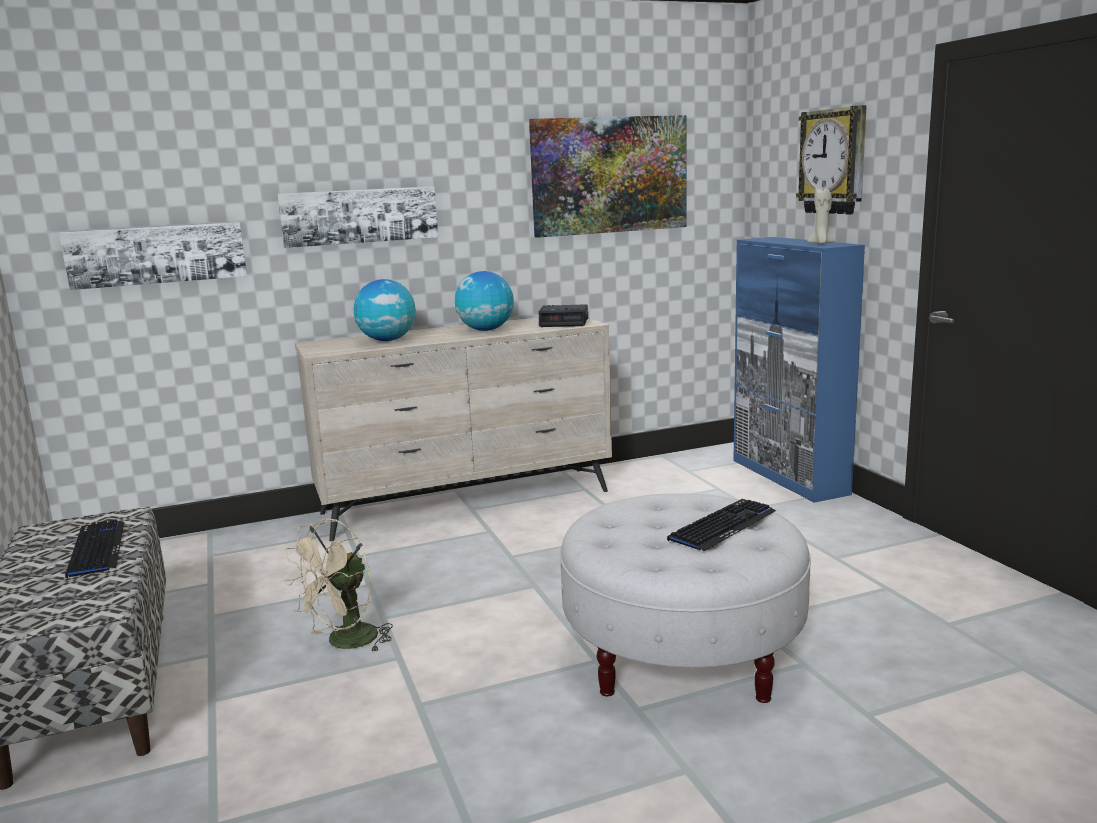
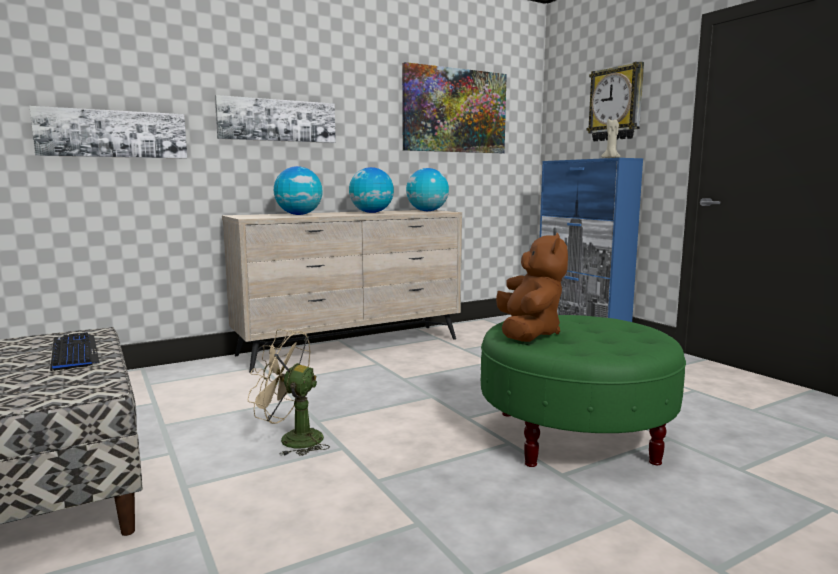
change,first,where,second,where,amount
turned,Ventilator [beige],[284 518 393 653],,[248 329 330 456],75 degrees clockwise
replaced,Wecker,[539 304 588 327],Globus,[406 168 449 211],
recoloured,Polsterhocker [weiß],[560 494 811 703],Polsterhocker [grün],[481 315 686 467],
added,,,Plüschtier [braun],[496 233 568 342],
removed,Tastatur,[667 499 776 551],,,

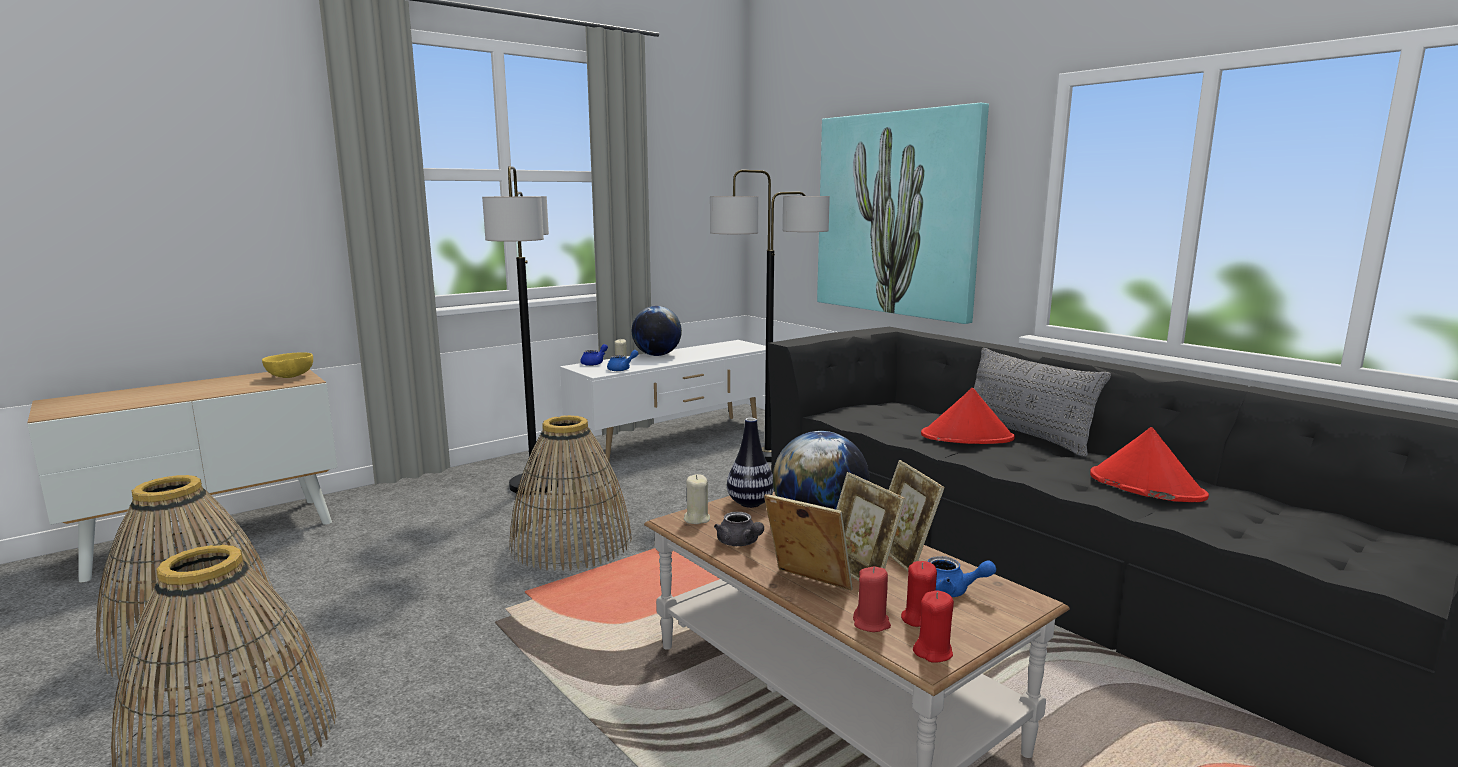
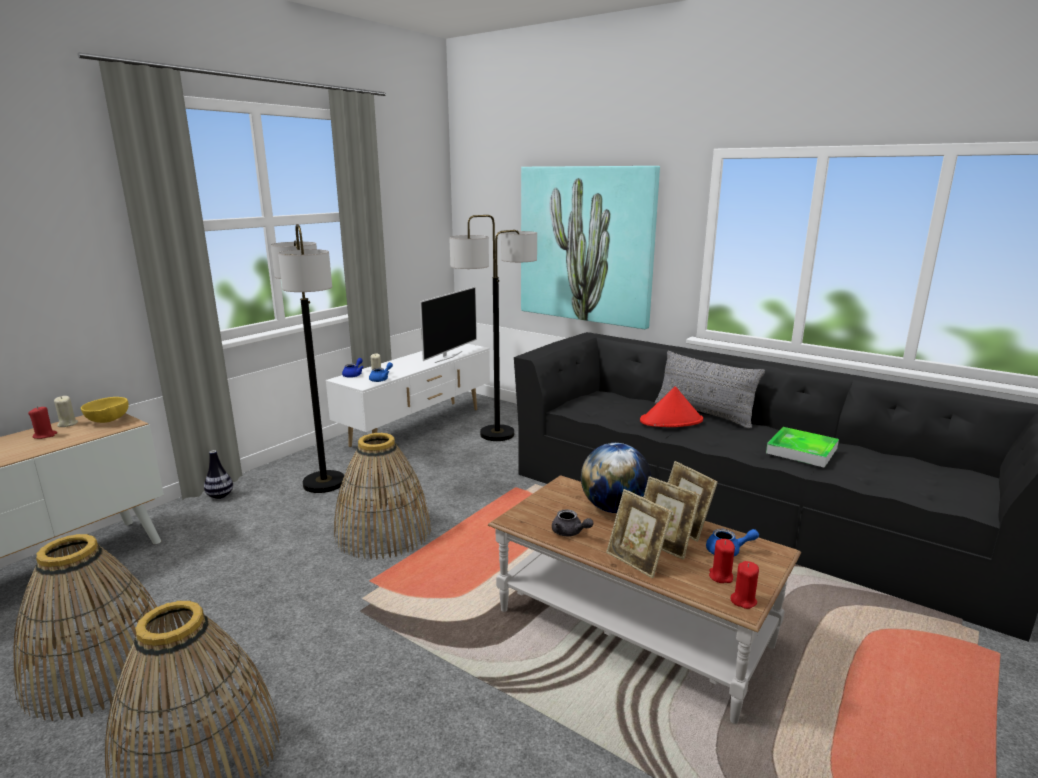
change,first,where,second,where,amount
moved,Kerze [rot],[853 567 891 632],,[28 406 57 439],
moved,Kerze [beige],[684 474 710 524],,[54 396 78 427],
moved,Vase,[727 418 774 508],,[204 450 233 499],
added,,,Fernseher,[420 287 477 363],
turned,Bilderrahmen,[764 494 853 590],,[606 489 672 578],150 degrees counterclockwise
replaced,Hut [rot],[1090 427 1209 502],Tablett,[766 427 839 467],
removed,Globus,[632 306 682 356],,,

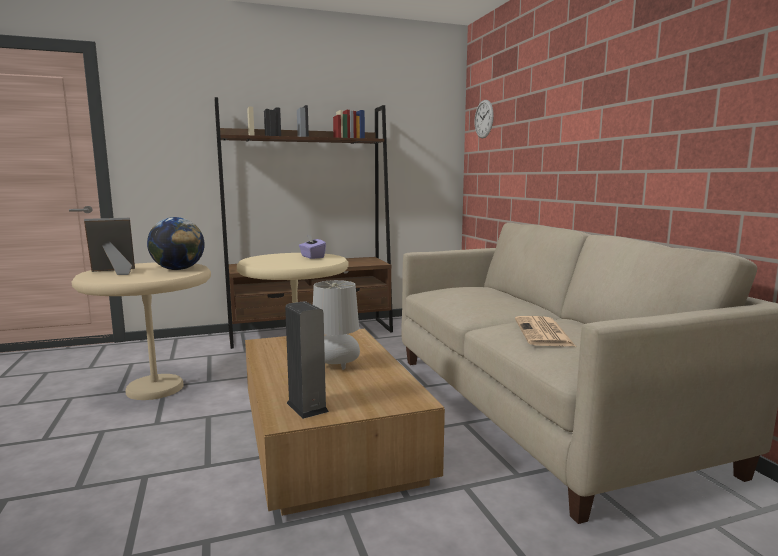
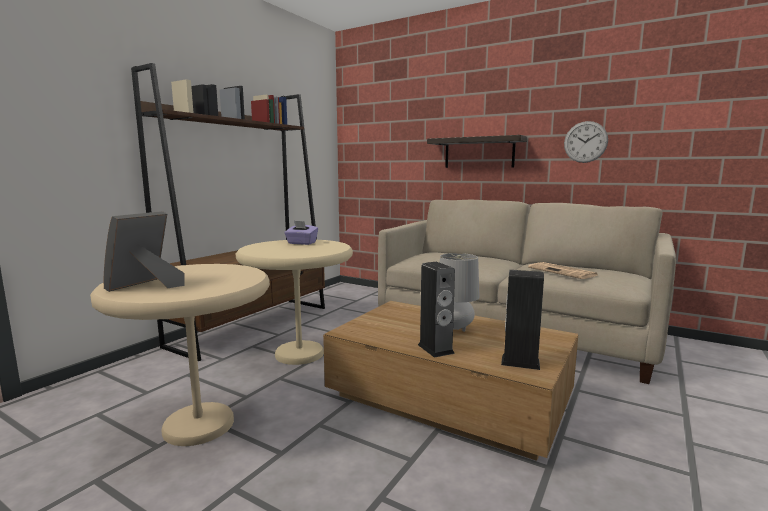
change,first,where,second,where,amount
added,,,Lautsprecher,[418 262 455 358],
added,,,Wandregal,[427 135 527 168],
moved,Wanduhr,[475 100 494 138],,[564 121 608 163],
removed,Globus,[147 217 205 270],,,

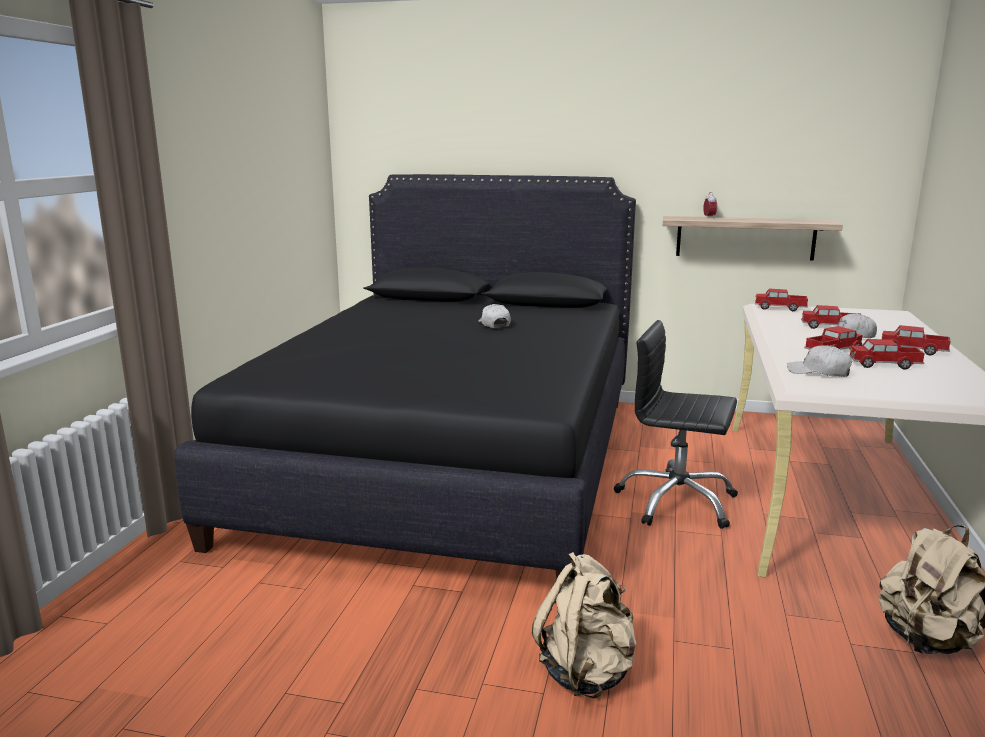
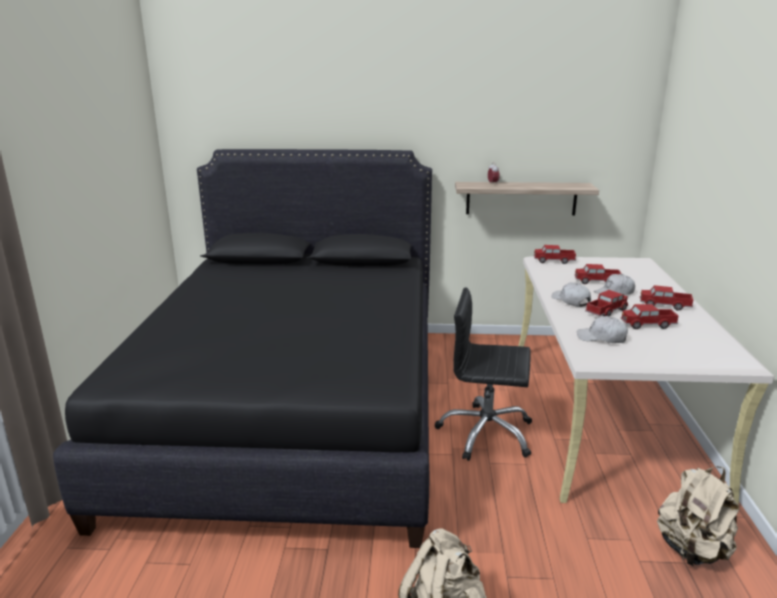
change,first,where,second,where,amount
moved,Kappe [weiß],[478 304 511 328],,[551 282 591 307],

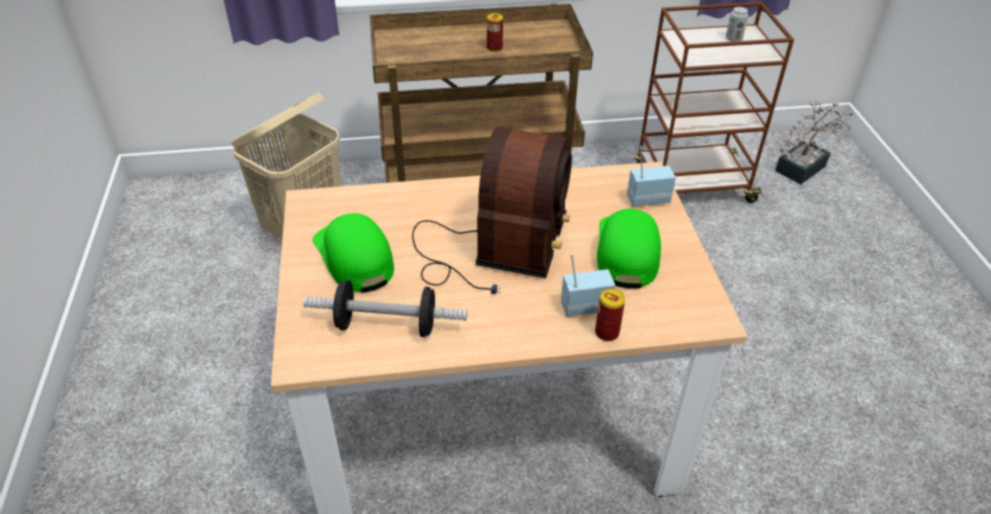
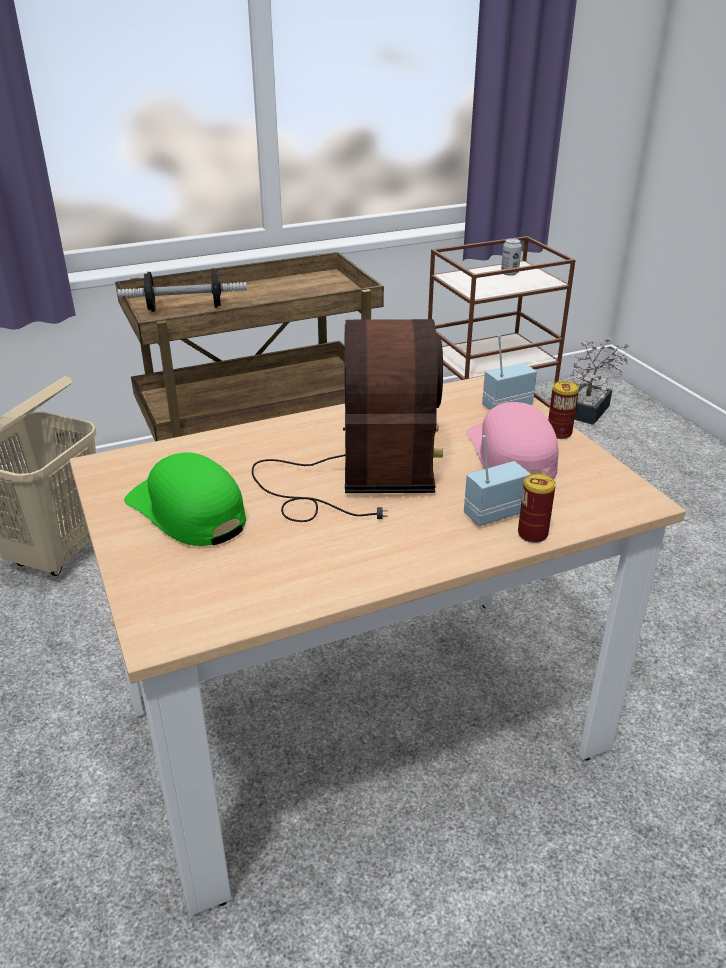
change,first,where,second,where,amount
moved,Hantel,[303 280 467 337],,[118 268 247 312],
recoloured,Kappe [grün],[597 209 661 289],Kappe [rosa],[466 402 558 479],
moved,Dose,[487 13 503 52],,[548 381 579 439],

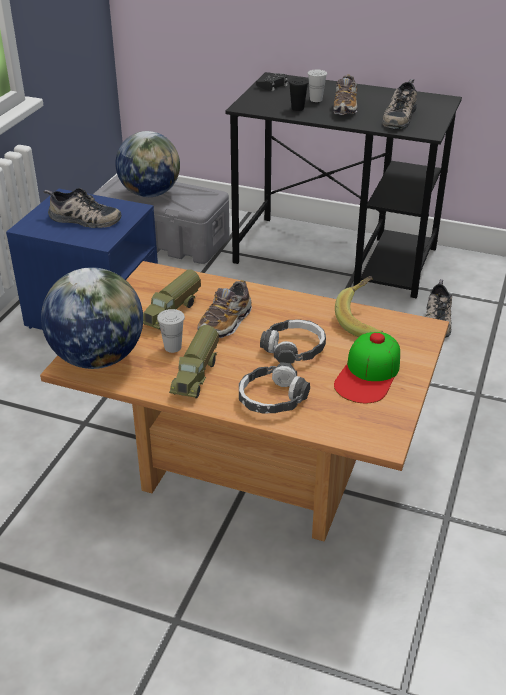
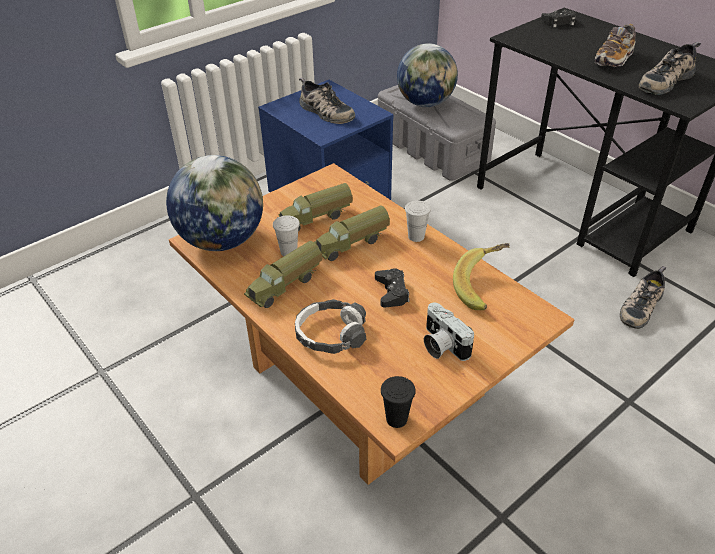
change,first,where,second,where,amount
replaced,Schuh,[197 280 252 338],Spielzeuglaster,[314 206 390 261],
replaced,Kopfhörer,[260 319 326 364],Gamepad [schwarz],[375 268 410 308],
moved,Tasse [schwarz],[289 78 309 111],,[381 376 416 428],
moved,Tasse [weiß],[307 70 327 102],,[405 200 431 242],
replaced,Kappe,[334 332 400 403],Kamera,[424 302 474 361],

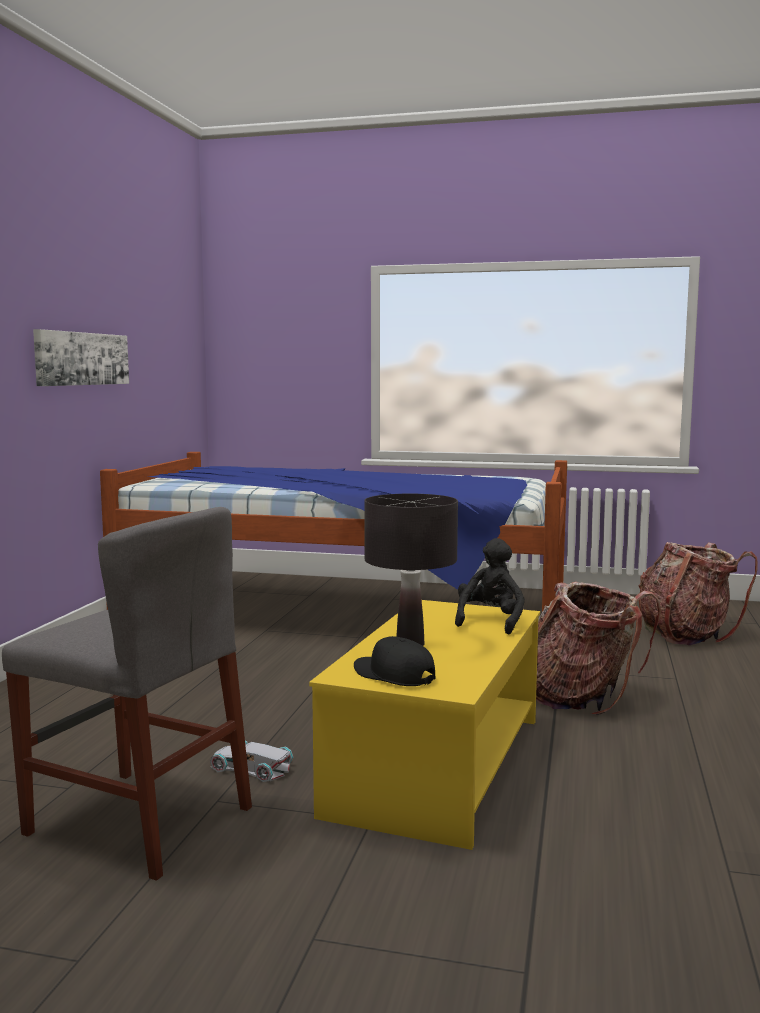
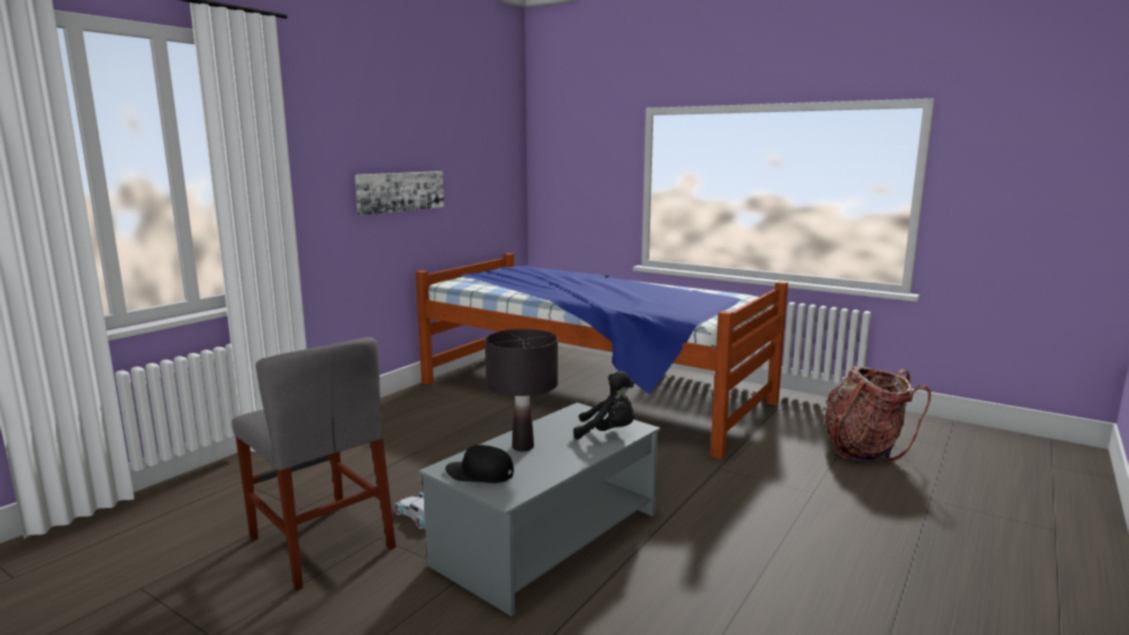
change,first,where,second,where,amount
recoloured,Couchtisch [gelb],[309 600 540 850],Couchtisch [grau],[419 403 660 616],
turned,Kappe [schwarz],[354 636 436 686],,[445 445 514 483],45 degrees counterclockwise
turned,Plüschtier [schwarz],[455 538 525 634],,[573 371 634 440],60 degrees clockwise
removed,Rucksack,[536 581 661 715],,,

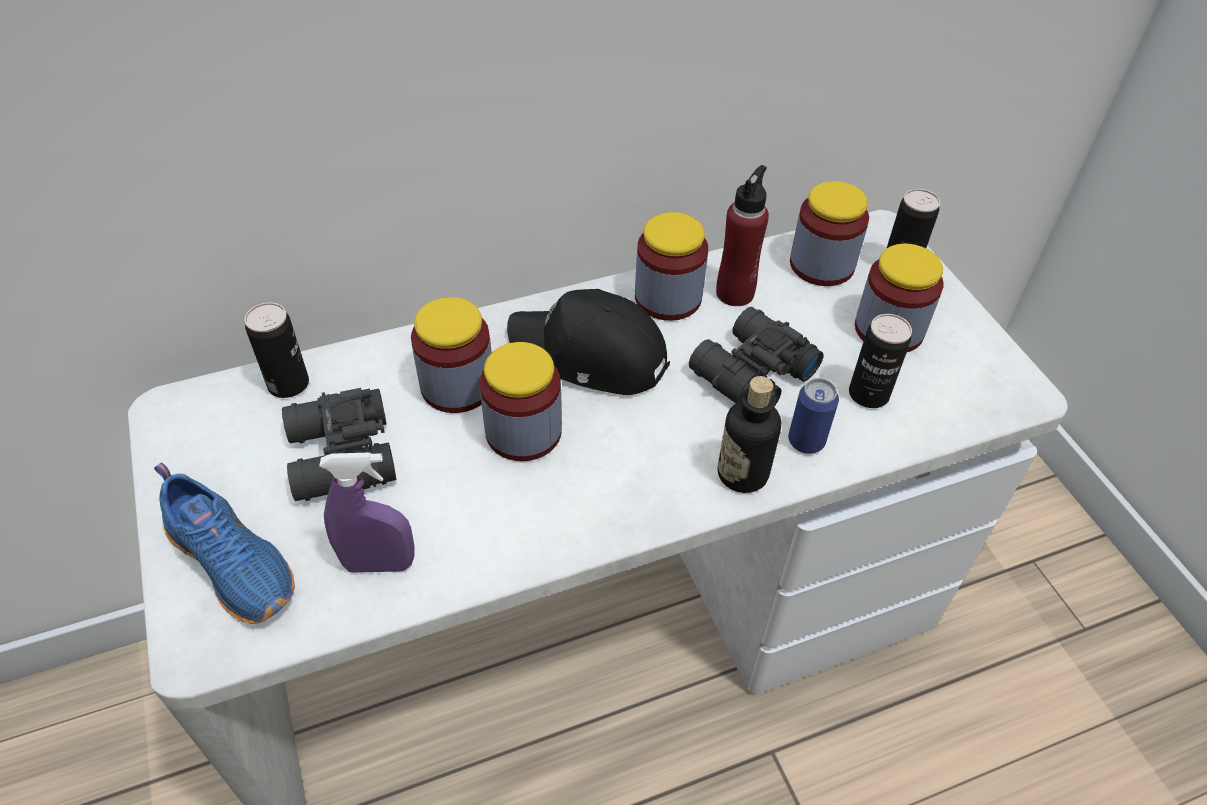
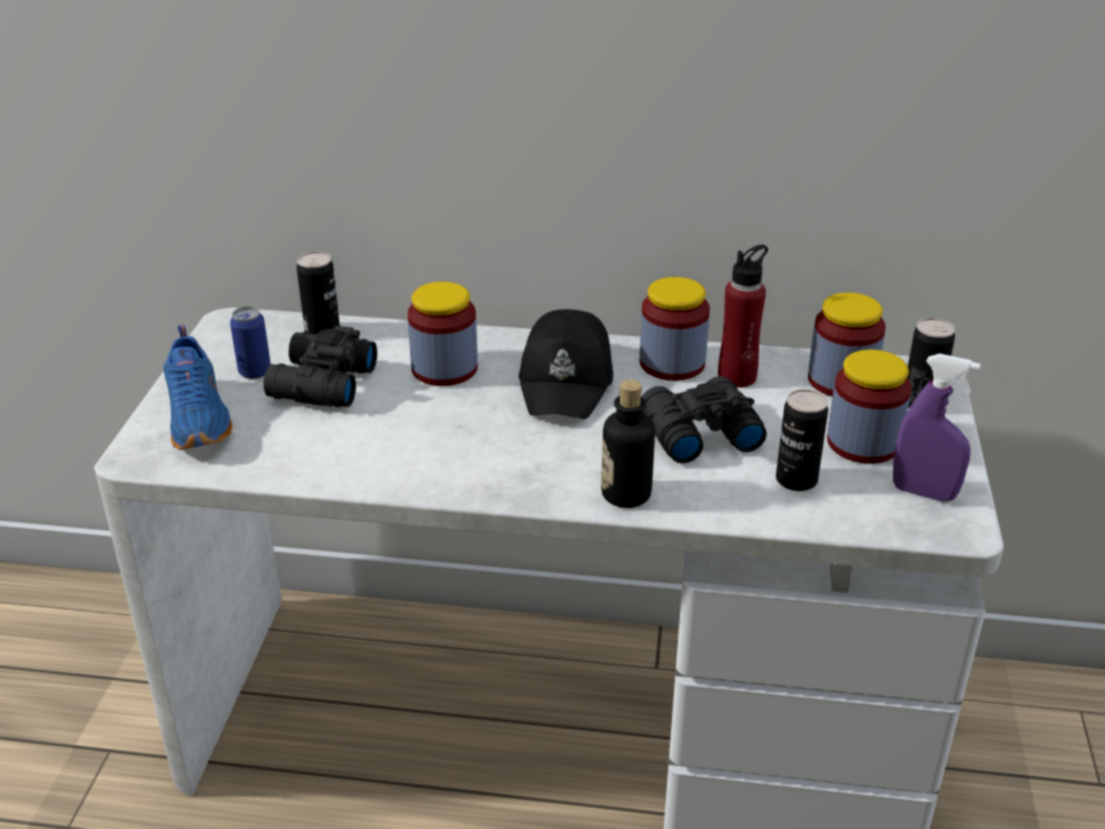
change,first,where,second,where,amount
moved,Dose,[788 378 839 454],,[230 306 271 379],
turned,Kappe [schwarz],[507 289 670 395],,[519 309 613 419],135 degrees counterclockwise
moved,Sprühflasche [lila],[319 452 415 573],,[893 354 981 502],
removed,Vorratsglas,[479 342 562 461],,,

